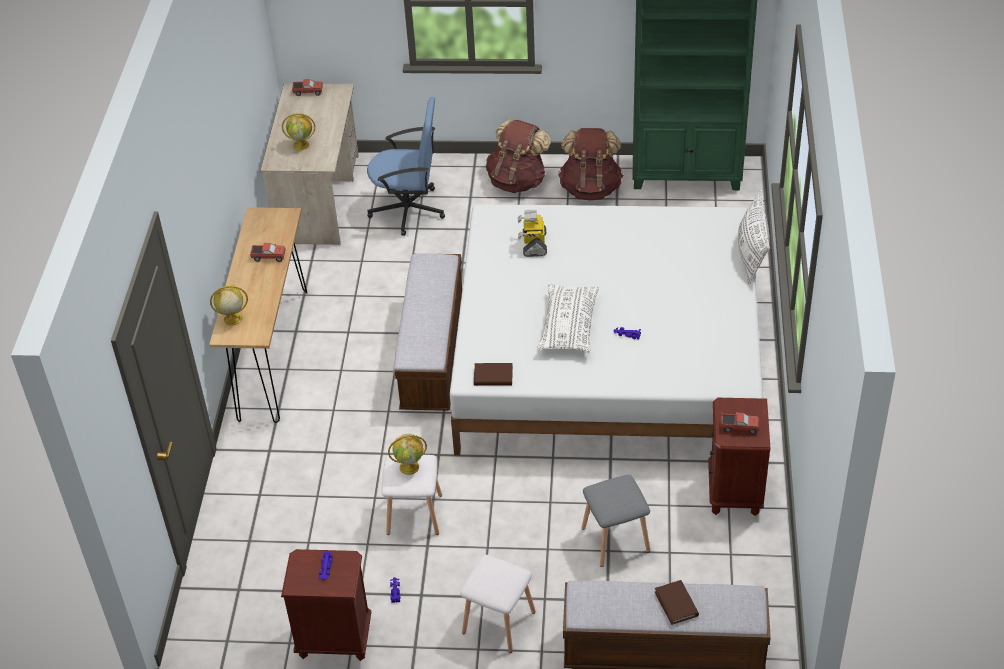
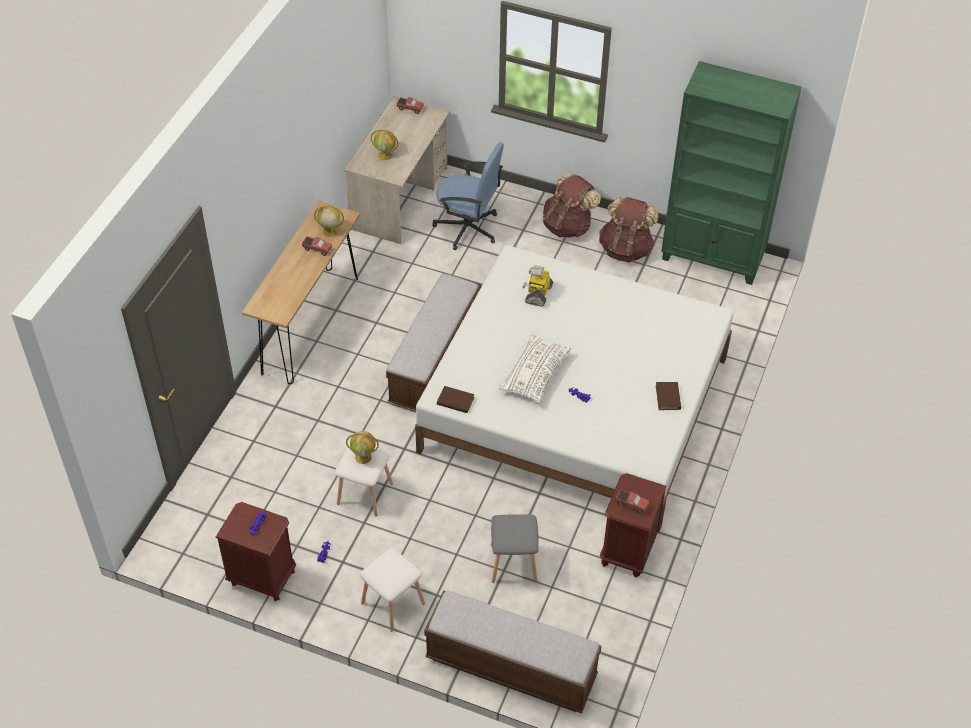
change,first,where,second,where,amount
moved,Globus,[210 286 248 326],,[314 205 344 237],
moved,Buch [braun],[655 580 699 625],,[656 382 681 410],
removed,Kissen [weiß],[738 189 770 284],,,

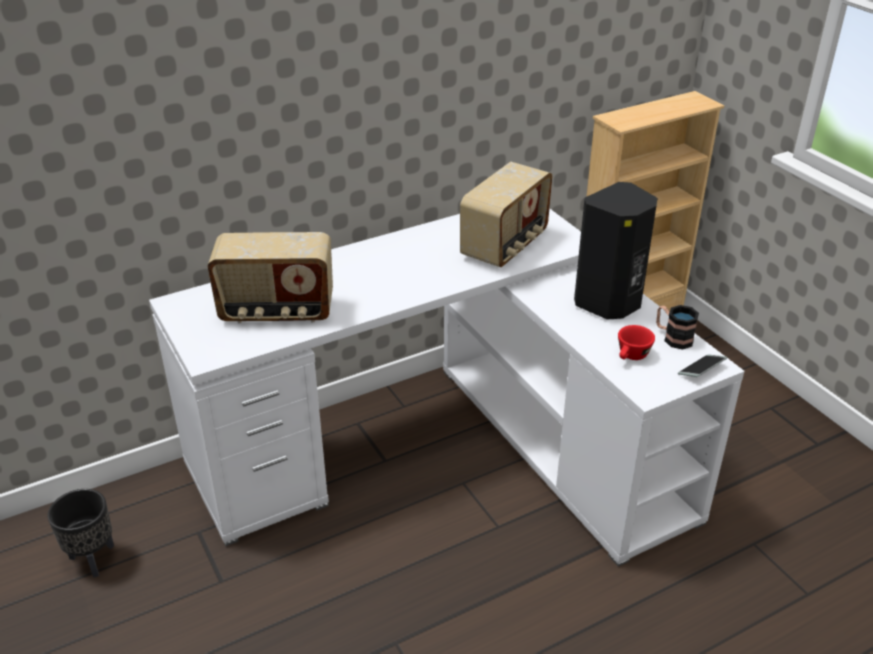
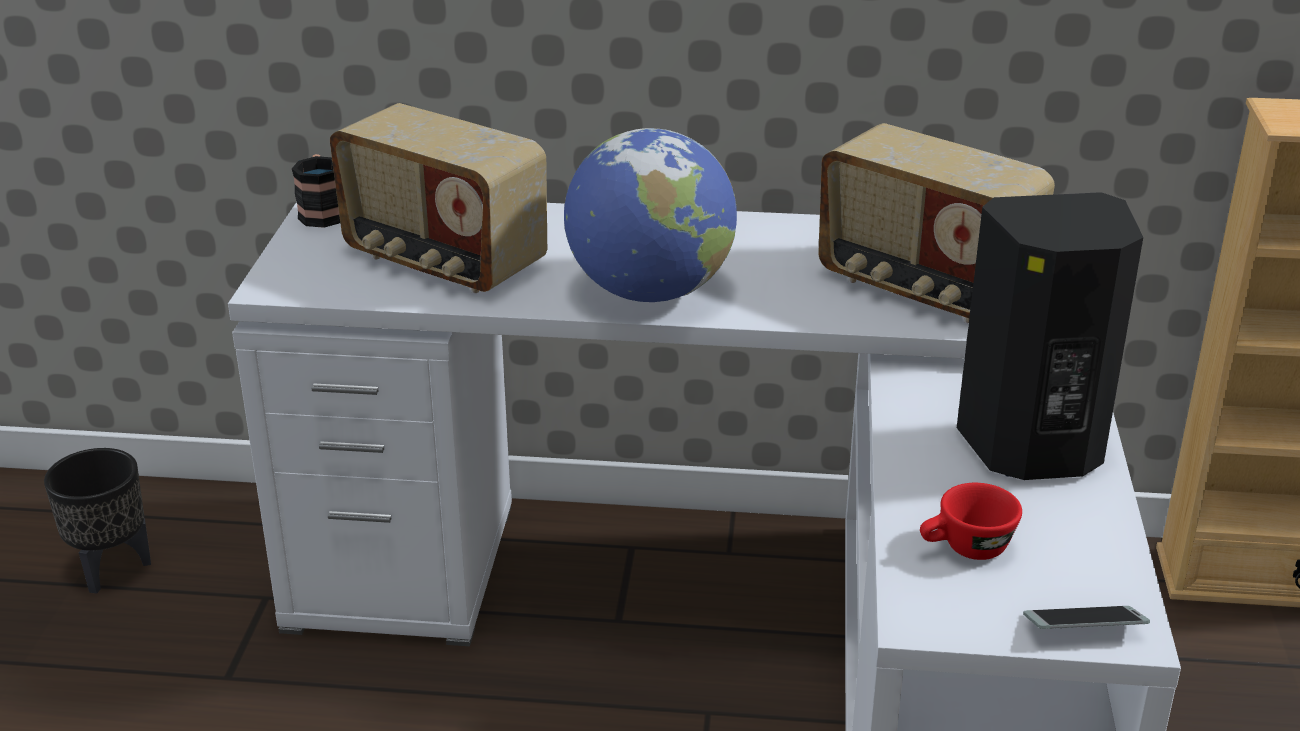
change,first,where,second,where,amount
moved,Henkelbecher,[656 305 699 350],,[292 154 340 228],
added,,,Globus,[564 128 737 302],
turned,Radio,[460 162 552 267],,[818 123 1055 323],60 degrees clockwise

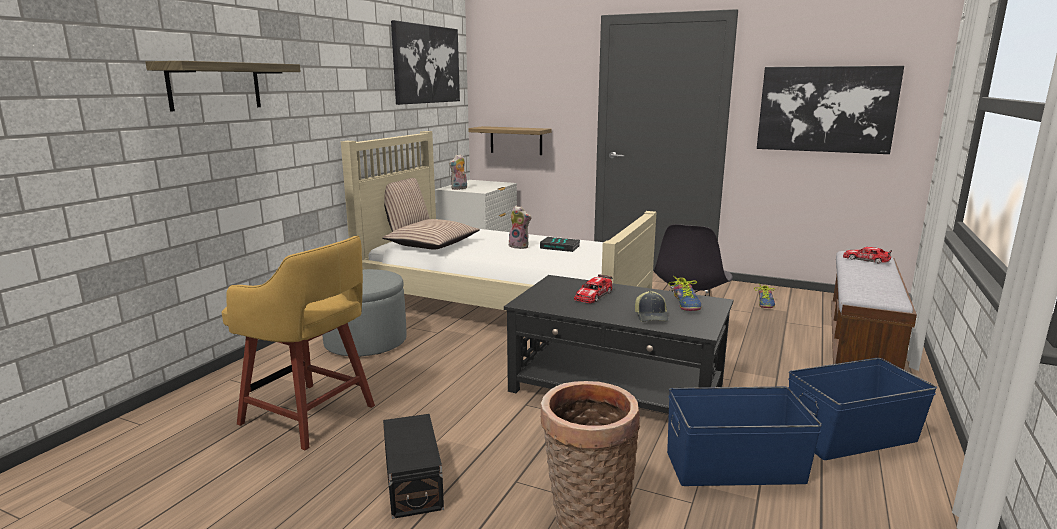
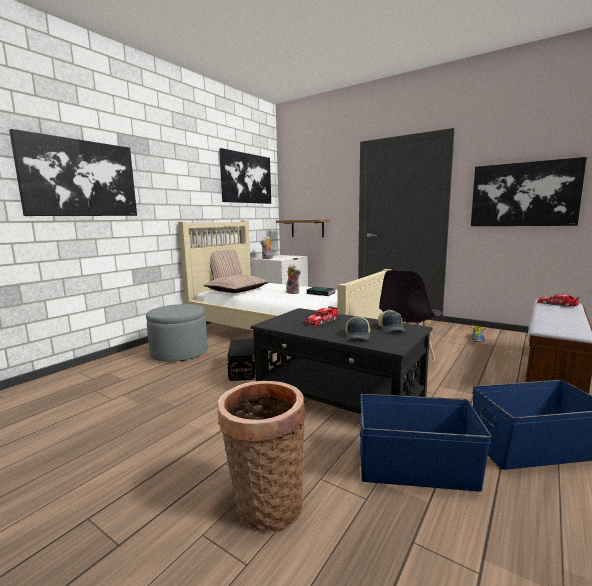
change,first,where,second,where,amount
replaced,Wandregal,[146 61 301 111],Bild,[9 129 137 216],
moved,Aufbewahrungsbox [schwarz],[383 414 444 519],,[227 339 255 381],
replaced,Schuh,[668 275 701 311],Kappe,[378 310 406 332],
removed,Hocker [gelb],[222 236 375 450],,,

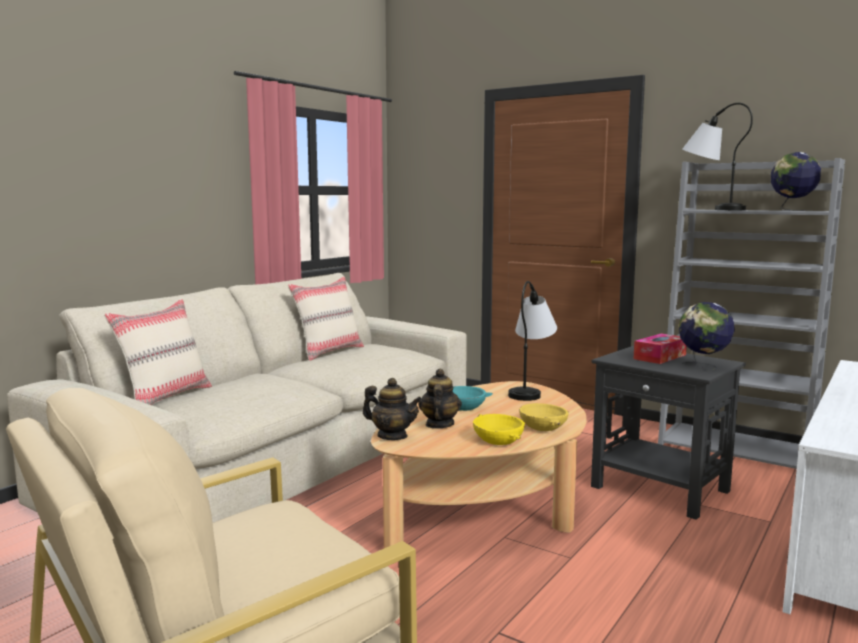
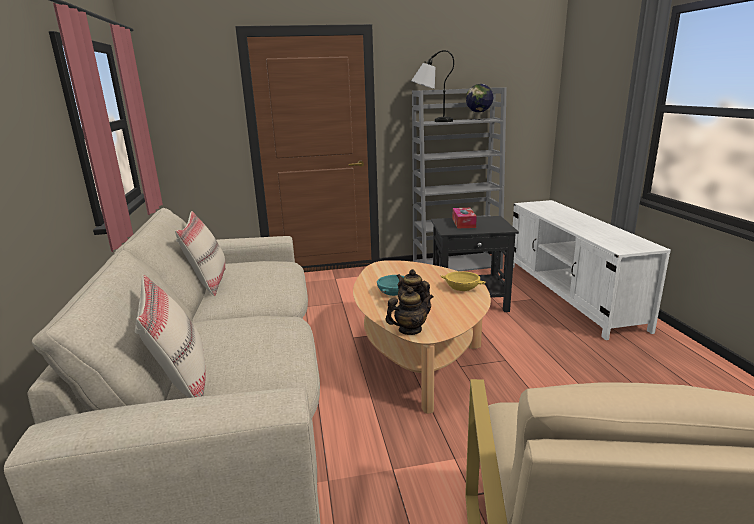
change,first,where,second,where,amount
removed,Schüssel [gelb],[473 414 525 445],,,
removed,Tischlampe,[508 281 557 401],,,
removed,Globus,[678 302 735 370],,,

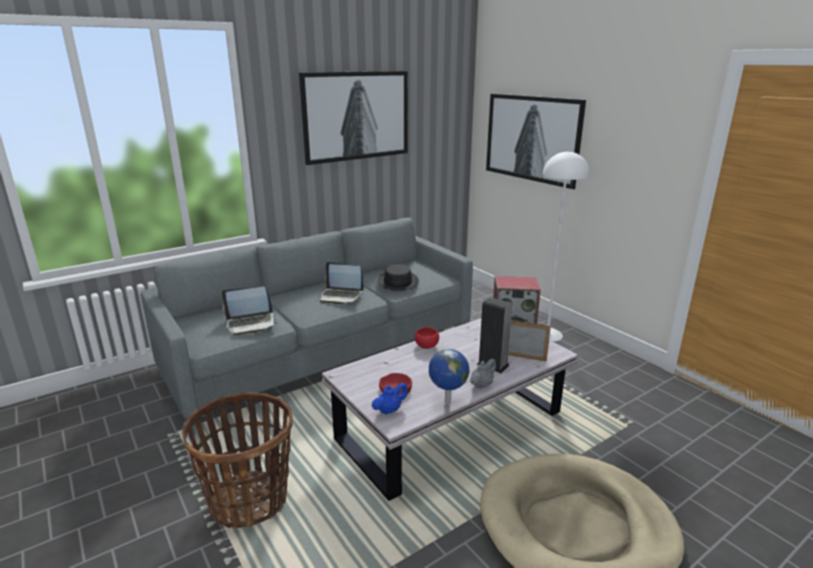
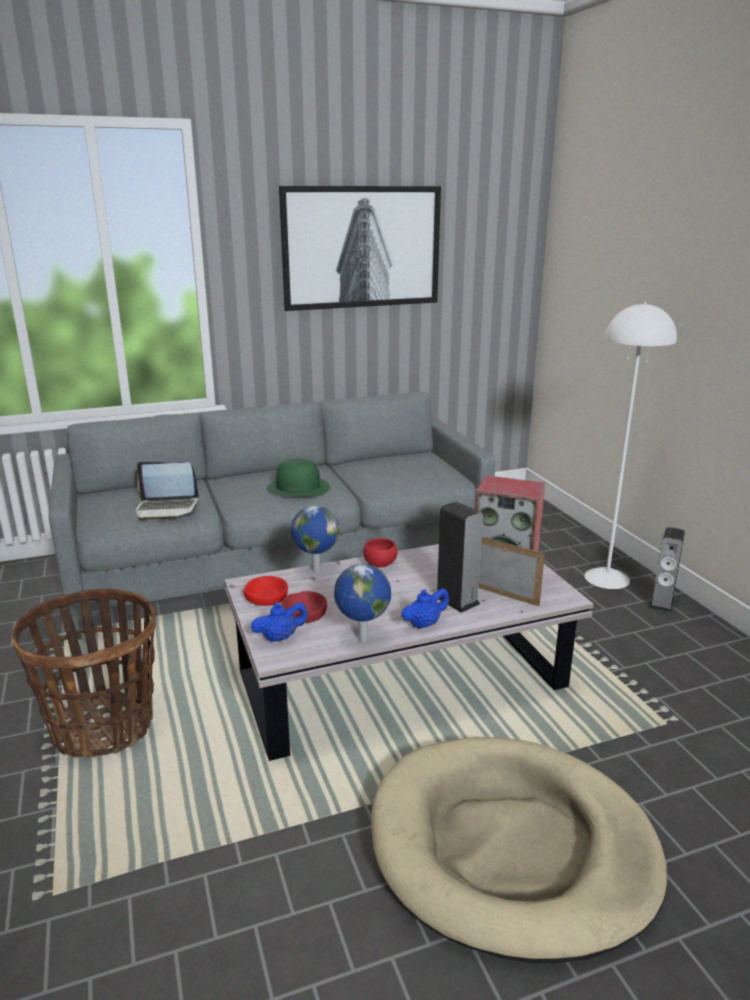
change,first,where,second,where,amount
added,,,Schüssel [rot],[244 576 288 606],
replaced,Laptop,[320 262 364 304],Hut [grün],[267 458 330 497],
added,,,Globus,[291 505 339 573],
recoloured,Teekanne [grau],[470 359 496 389],Teekanne [blau],[401 588 449 629],
added,,,Lautsprecher,[649 527 685 613],
removed,Hut [schwarz],[377 264 419 291],,,
removed,Bild,[486 94 586 189],,,

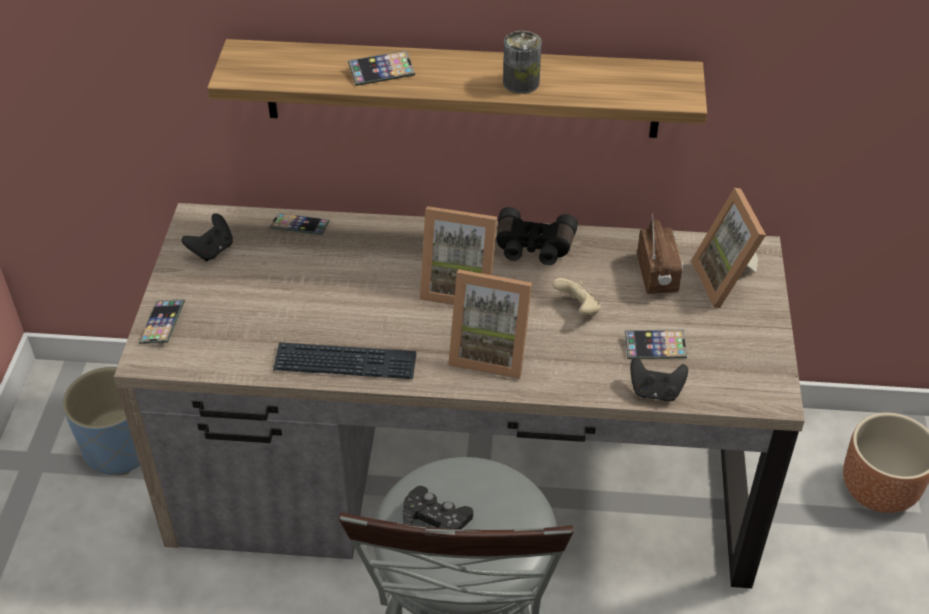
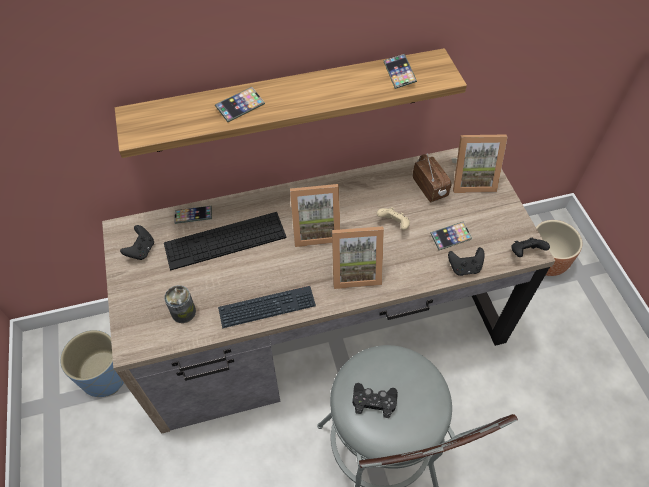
change,first,where,second,where,amount
added,,,Tastatur,[164 212 286 270],
moved,Dose,[503 31 542 94],,[164 285 196 323],
moved,Handy,[139 299 185 344],,[383 54 417 89],
turned,Bilderrahmen,[691 188 766 308],,[451 134 507 193],60 degrees counterclockwise
added,,,Gamepad [schwarz],[511 238 550 257],
removed,Fernglas [schwarz],[496 207 578 265],,,

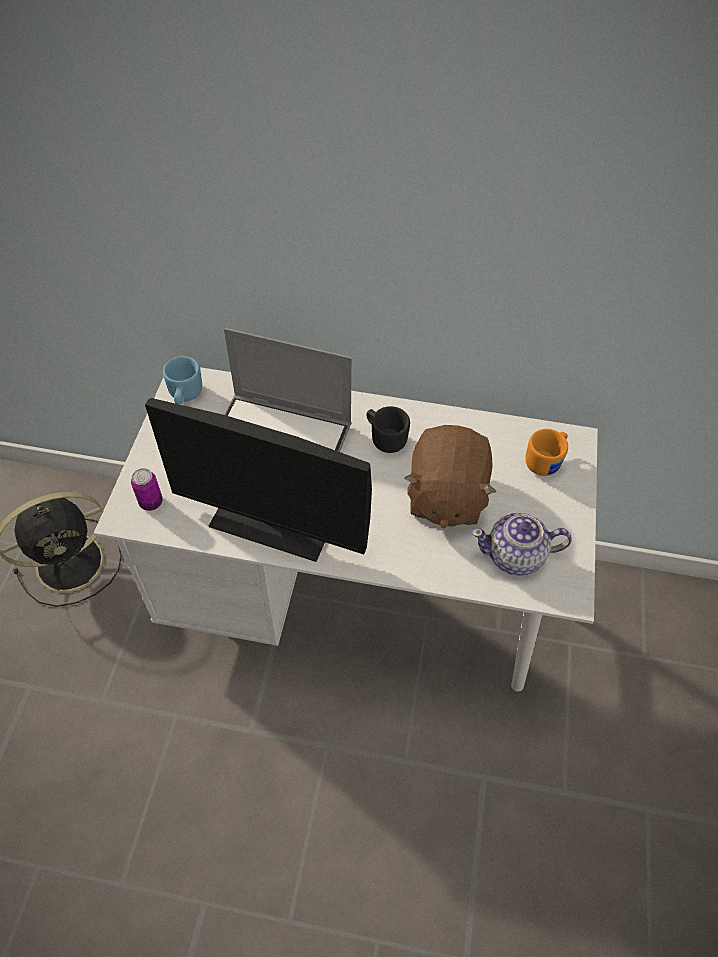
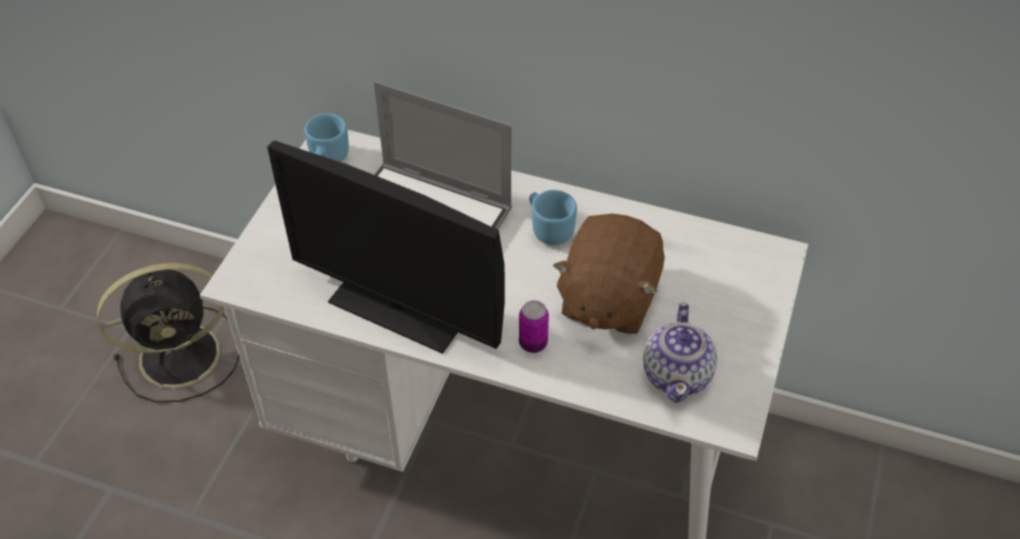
change,first,where,second,where,amount
moved,Dose,[131 468 163 511],,[519 300 549 353],
recoloured,Henkelbecher [schwarz],[366 406 410 453],Henkelbecher [blau],[529 190 577 245],
turned,Teekanne,[471 513 572 576],,[643 303 717 403],90 degrees counterclockwise
removed,Henkelbecher [orange],[525 429 568 476],,,

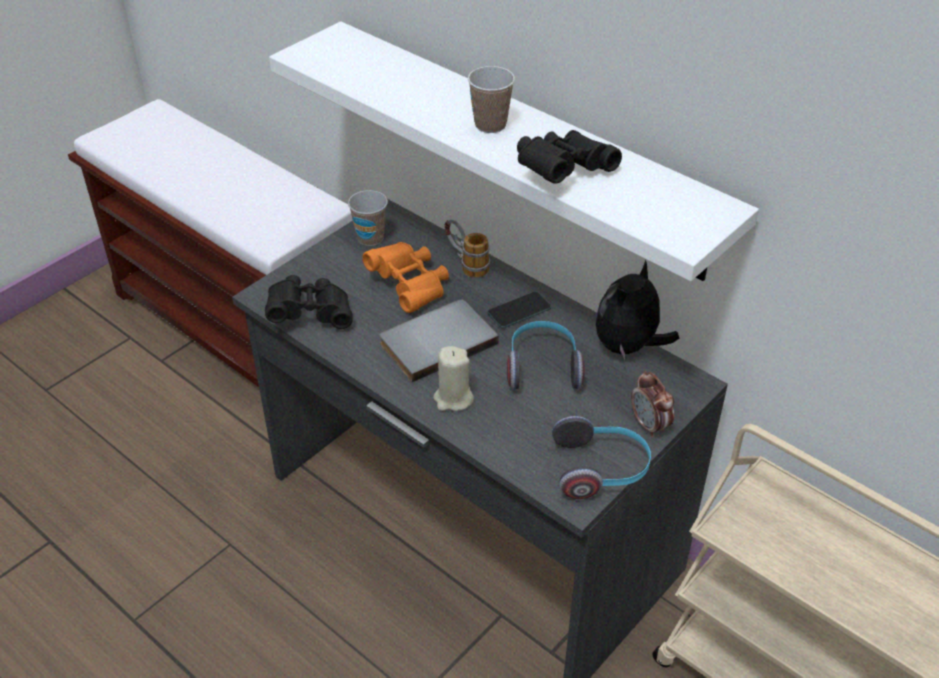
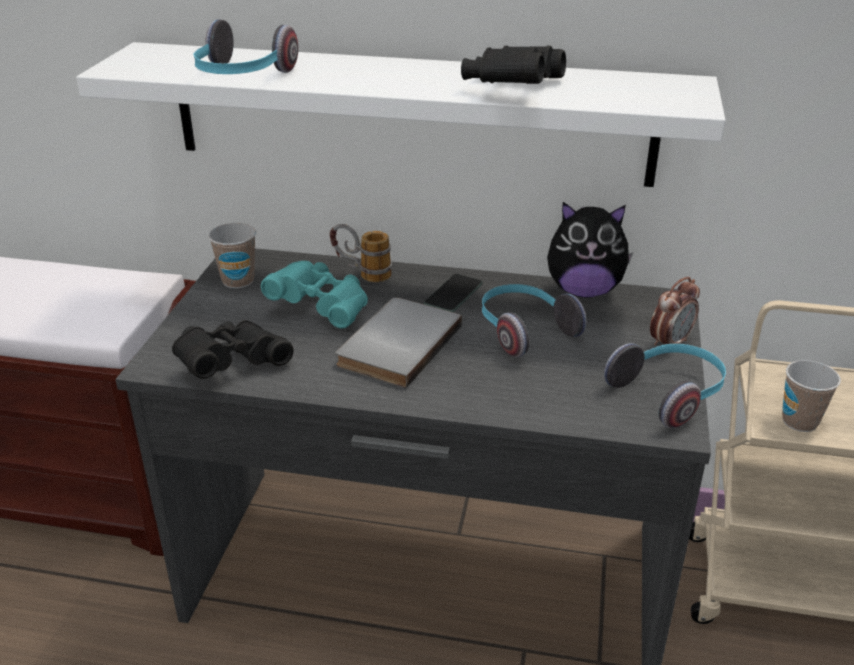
change,first,where,second,where,amount
added,,,Kopfhörer,[193 19 298 74],
recoloured,Fernglas [orange],[362 242 449 313],Fernglas [türkis],[261 261 368 329],
turned,Plüschtier,[596 260 680 360],,[547 202 633 298],90 degrees counterclockwise
turned,Wecker,[631 371 674 437],,[650 277 700 345],75 degrees counterclockwise
moved,Tasse,[468 66 515 133],,[782 360 841 432],
removed,Kerze [beige],[433 346 474 411],,,

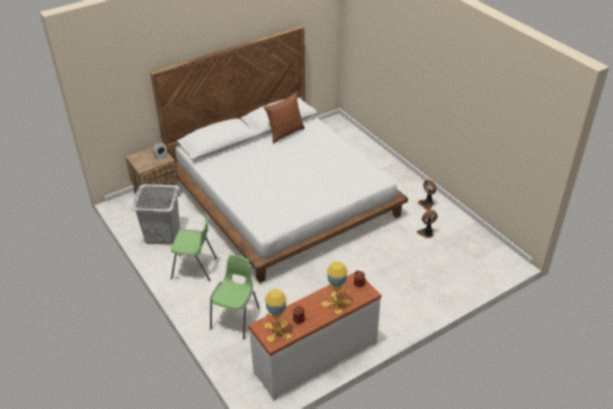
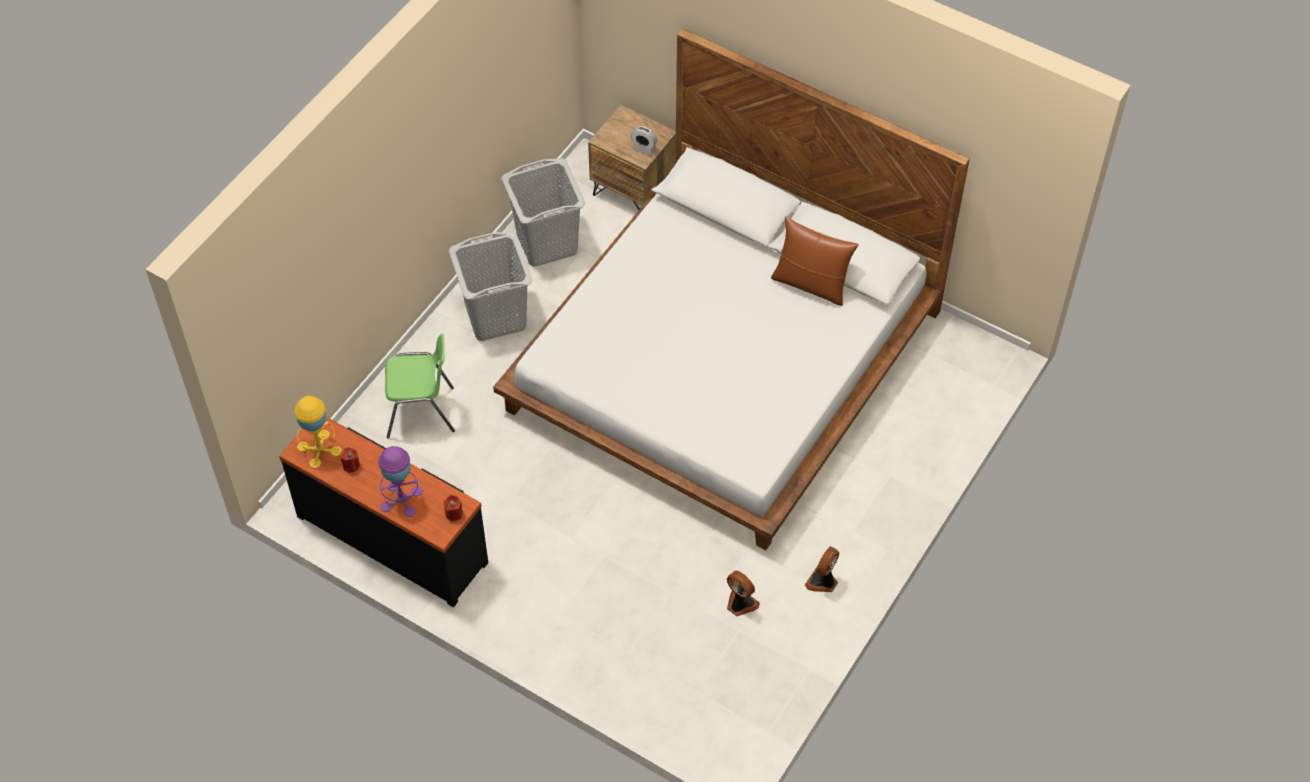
change,first,where,second,where,amount
recoloured,Kommode [weiß],[248 272 381 400],Kommode [schwarz],[279 417 488 607],
recoloured,Tischlampe [gelb],[322 261 351 315],Tischlampe [lila],[378 446 423 517],
replaced,Stuhl [grün],[171 217 217 281],Wäschekorb [grau],[449 232 533 341],

